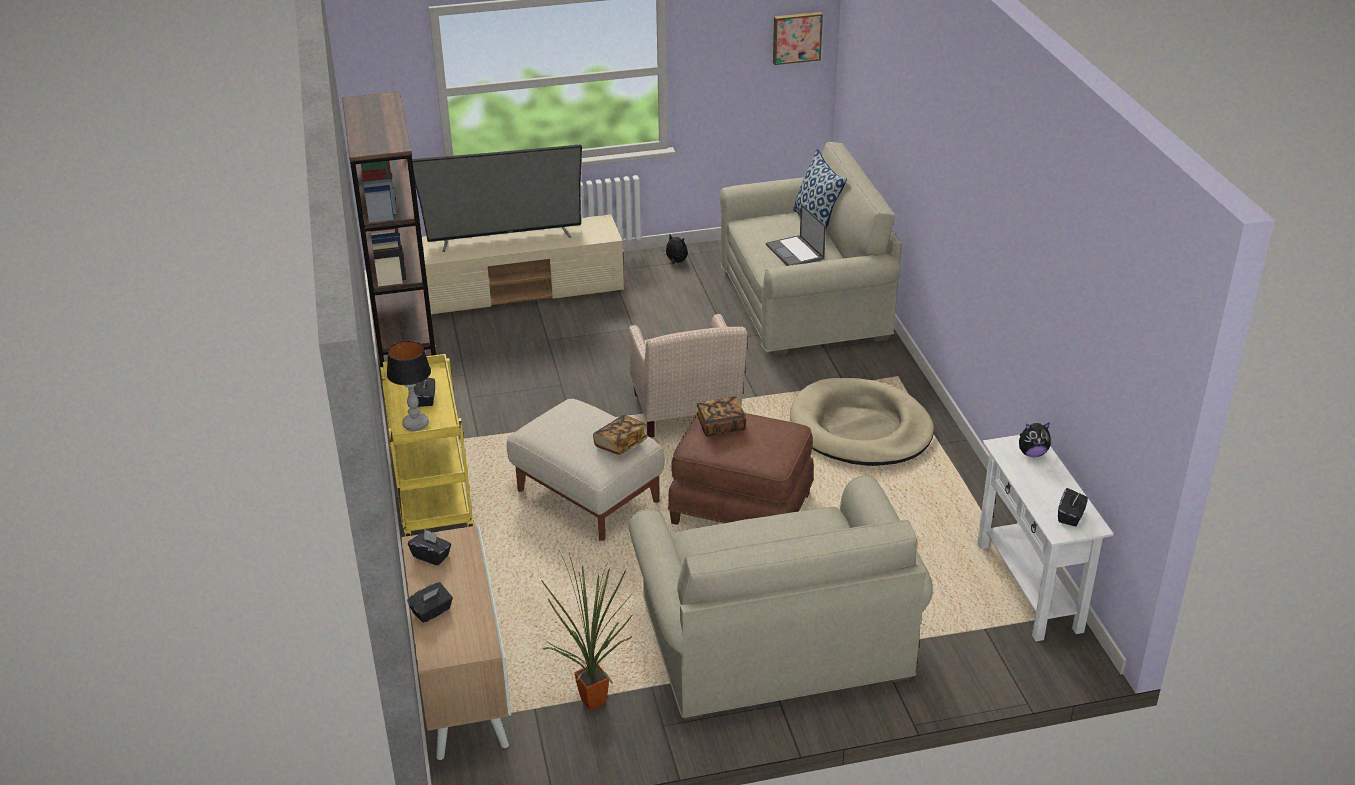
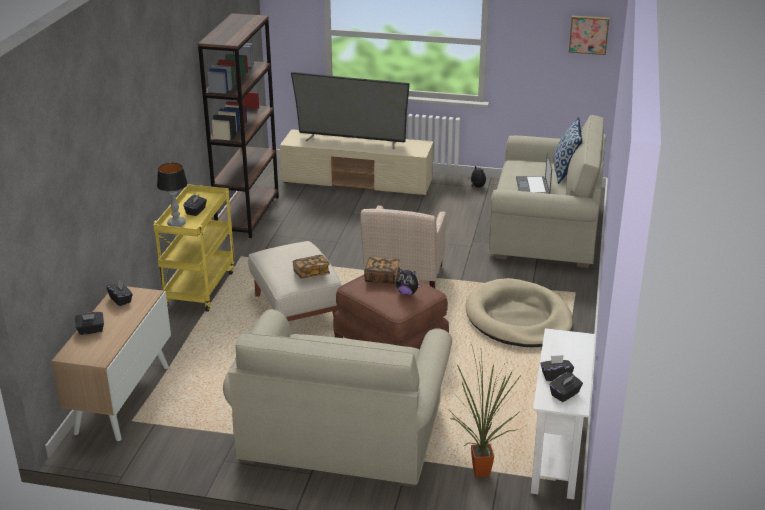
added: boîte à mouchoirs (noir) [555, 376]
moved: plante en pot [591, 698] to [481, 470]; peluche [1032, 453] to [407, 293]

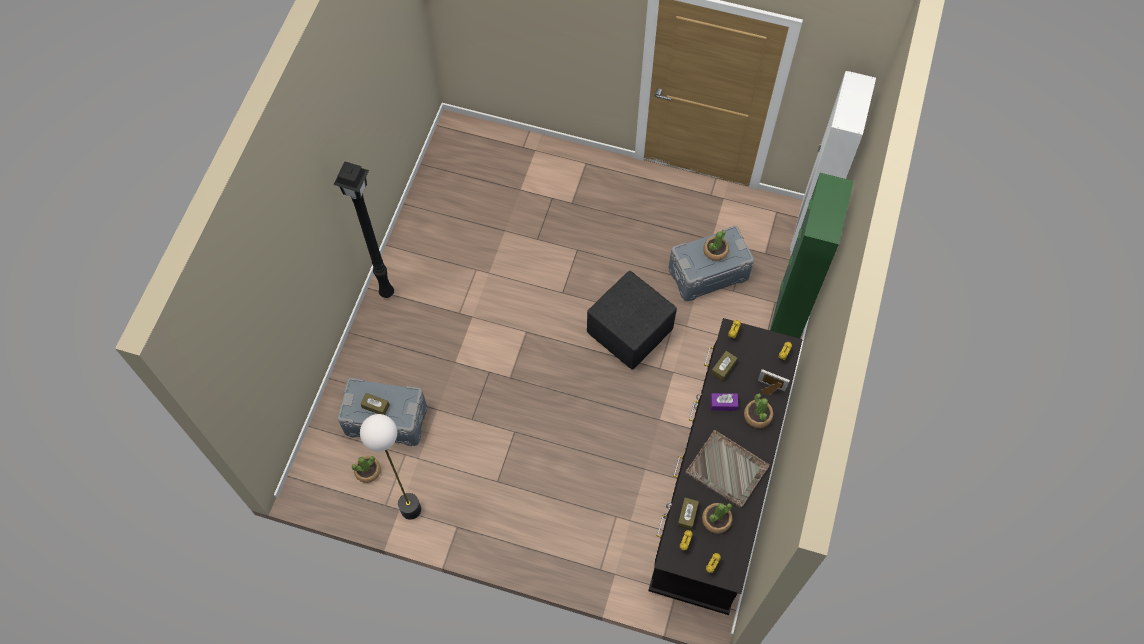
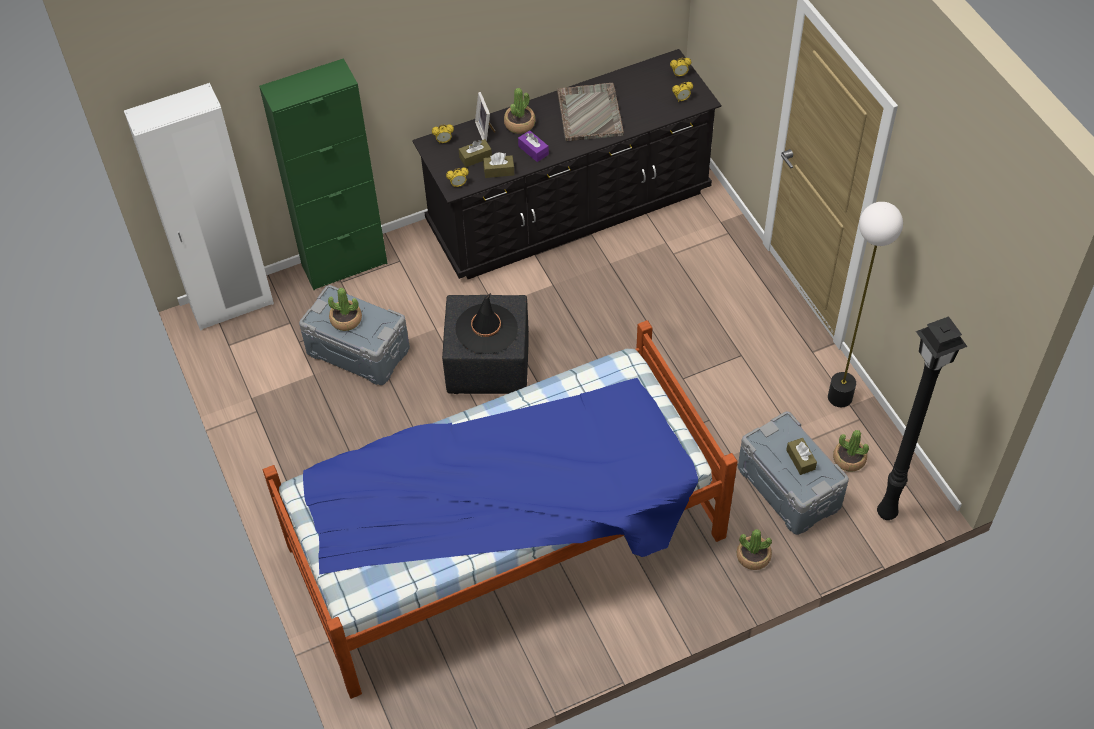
added: lit [507, 543]; chapeau (noir) [486, 329]
moved: lampadaire (noir) [385, 293] to [888, 513]; boîte à mouchoirs (marron) [687, 515] to [475, 157]; plante en pot [716, 520] to [753, 556]

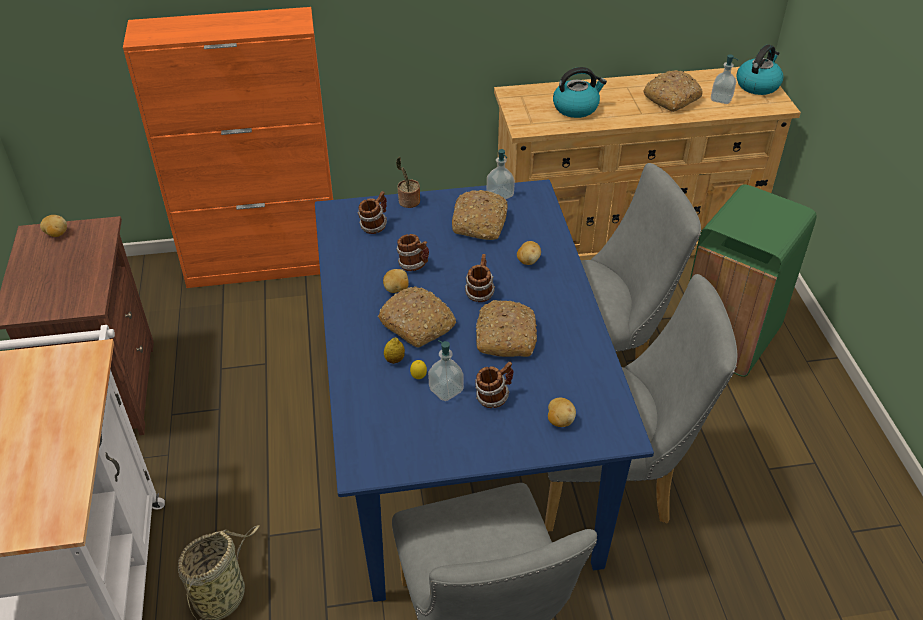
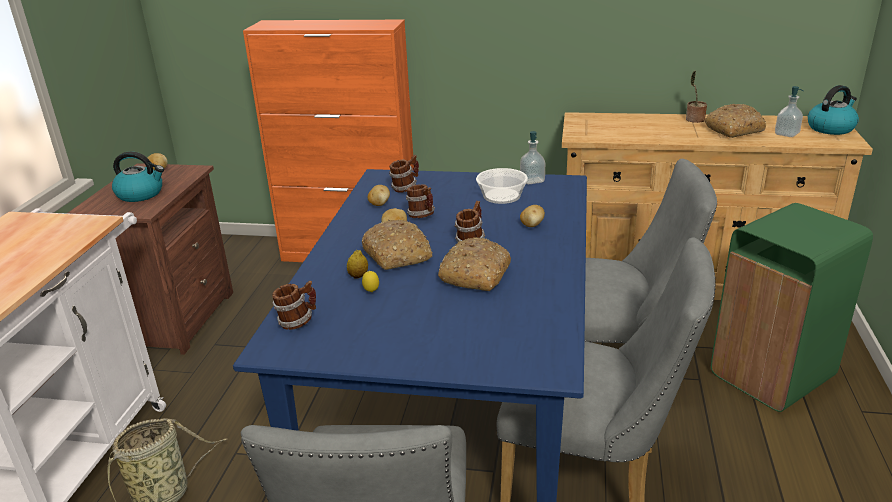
removed: distributeur de savon [446, 390]
moved: plante en pot [408, 202] to [694, 120]; mug [493, 397] to [297, 322]; pomme de terre [559, 420] to [379, 204]; bouilloire [576, 107] to [141, 194]
replaced: pain [480, 223] to bol [502, 196]

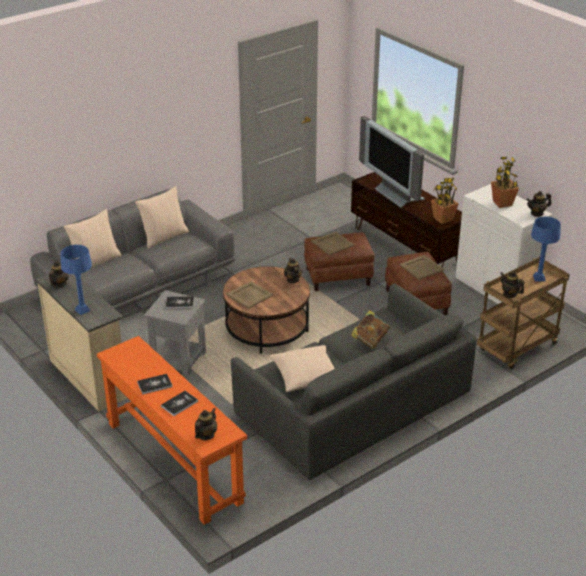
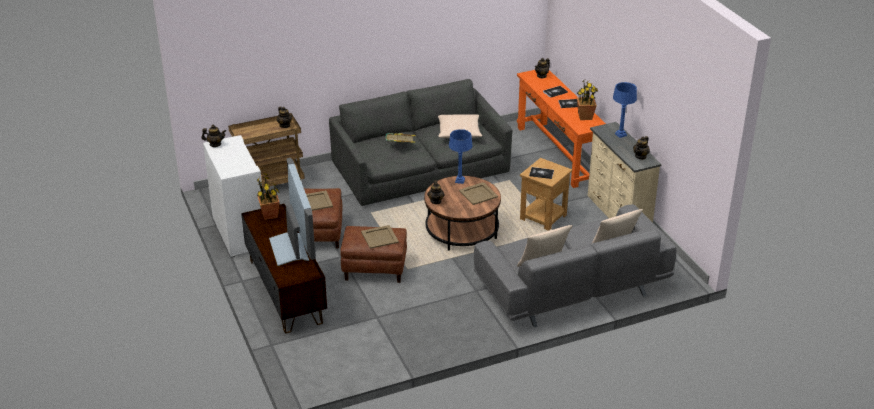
moved: plante en pot [502, 203] to [585, 116]; lampe de table (bleu) [538, 278] to [460, 181]
recoloured: table d'appoint (gris) [179, 359] to table d'appoint (marron) [543, 217]

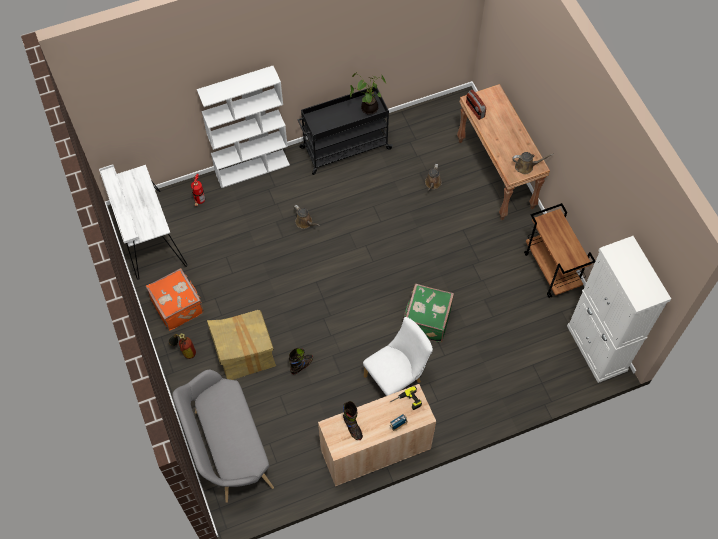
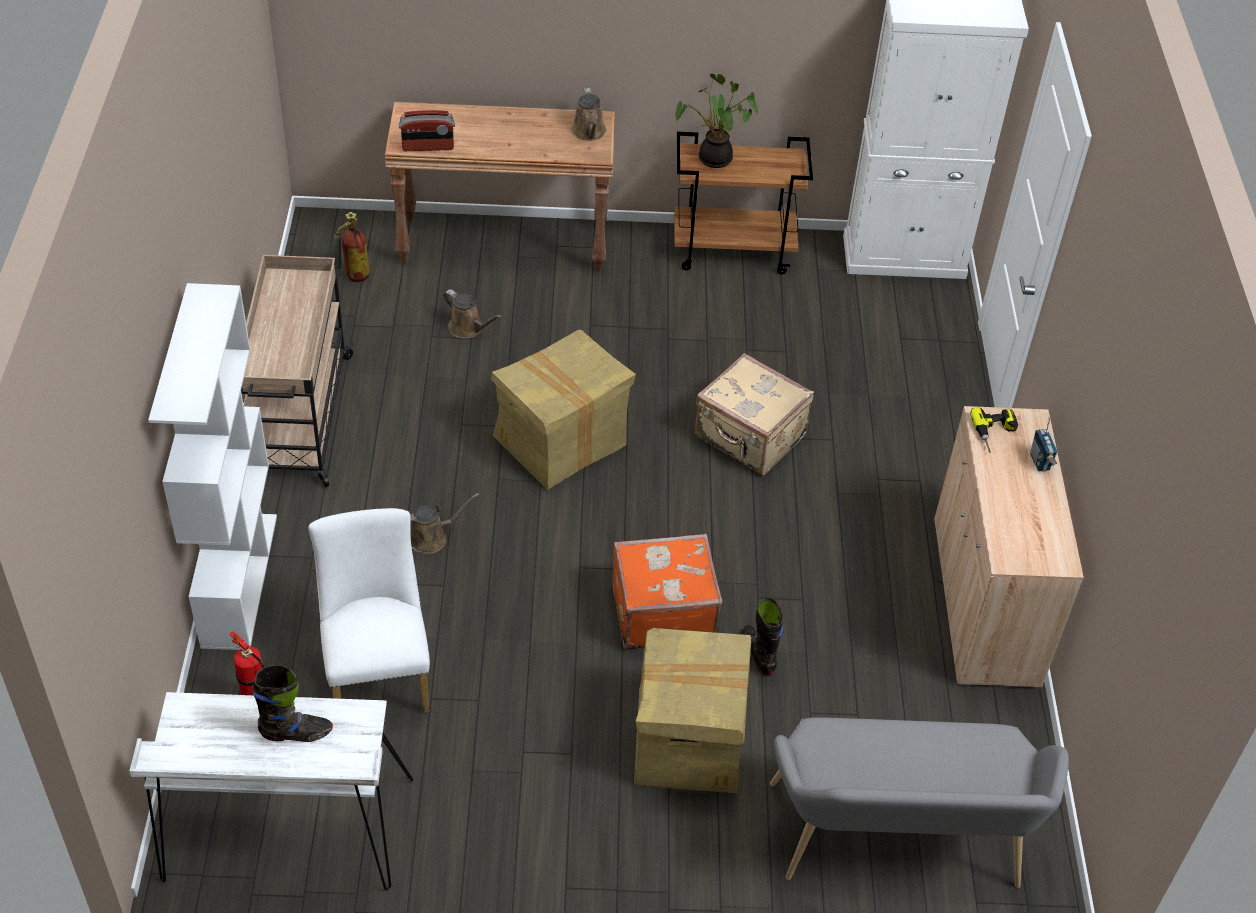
added: carton [561, 442]
moved: valise (orange) [178, 305] to [661, 611]; extincteur [185, 351] to [350, 280]; botte (noir) [352, 427] to [296, 733]; plante en pot [368, 107] to [712, 160]; chaise (blanc) [396, 378] to [377, 672]
recoloured: chariot (noir) [344, 148] to chariot (beige) [299, 420]; valise (vert) [426, 320] to valise (beige) [749, 438]
turned: arrosoir (marron) [526, 166] = [589, 132] 150 degrees clockwise

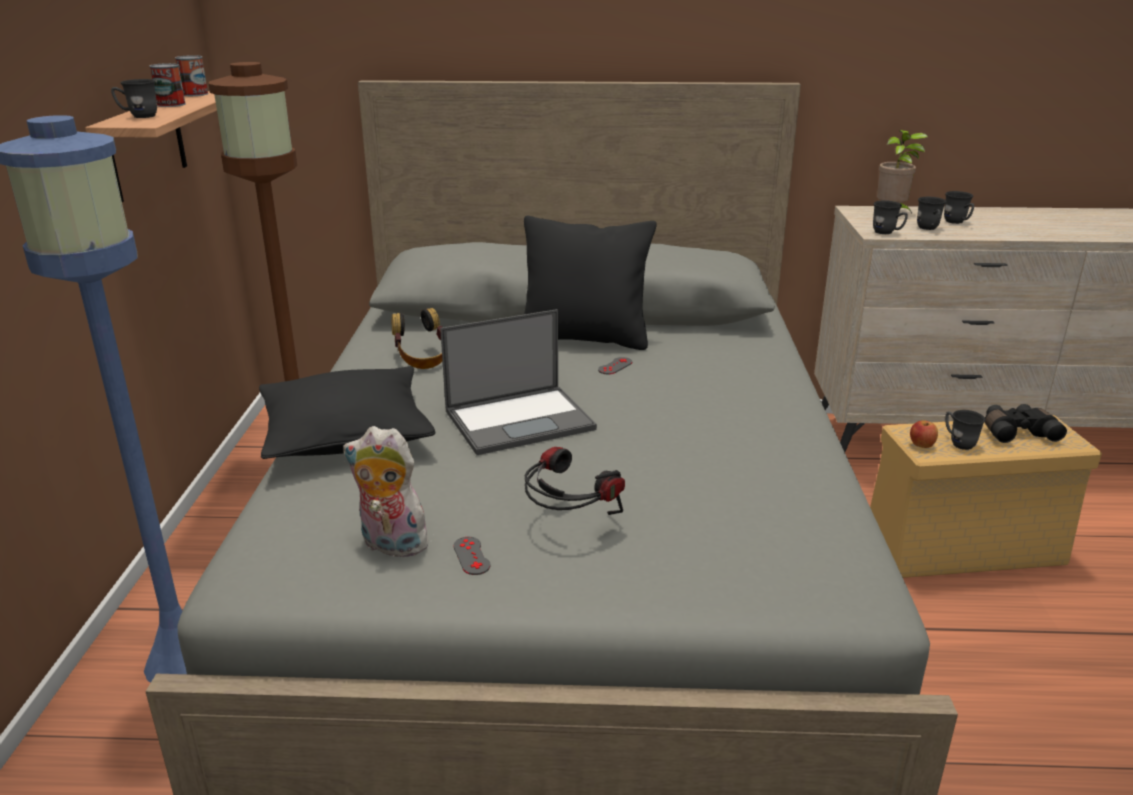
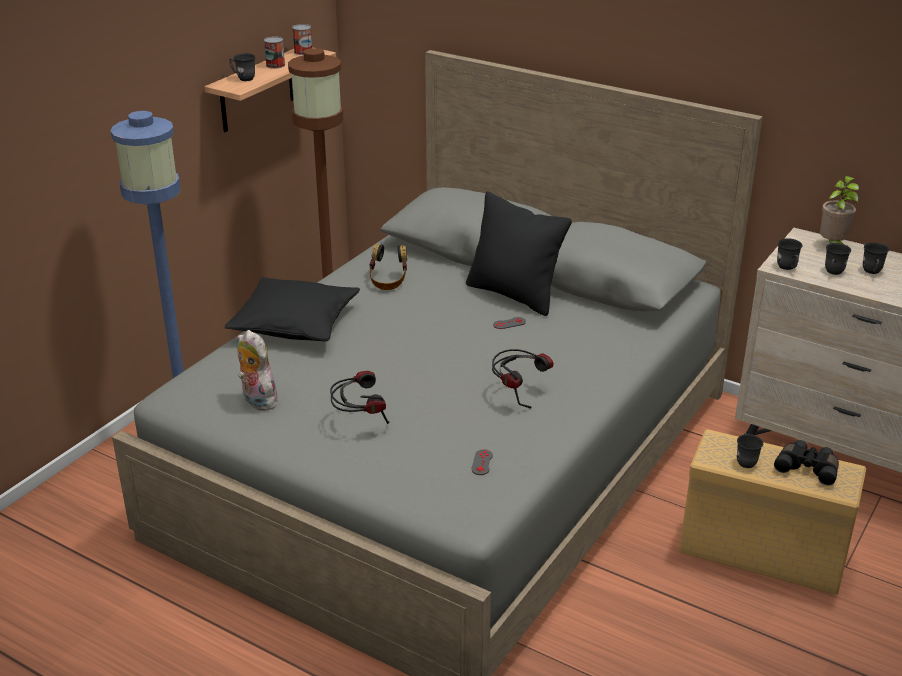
removed: ordinateur portable [521, 419]; pomme [921, 445]
added: casque audio [518, 393]
moved: manette (gris) [471, 556] to [482, 462]

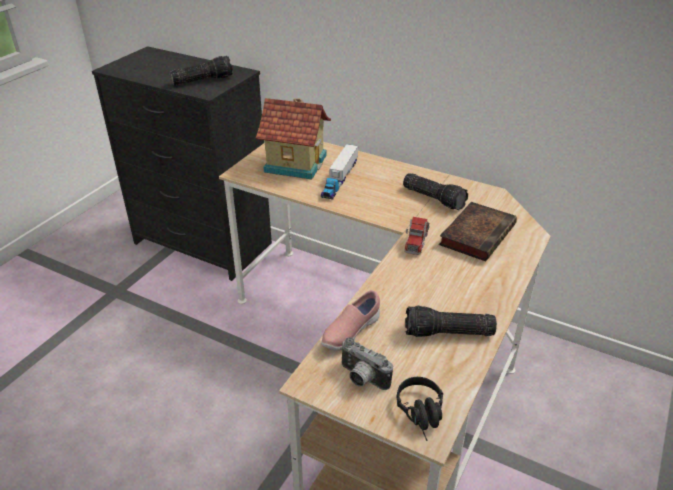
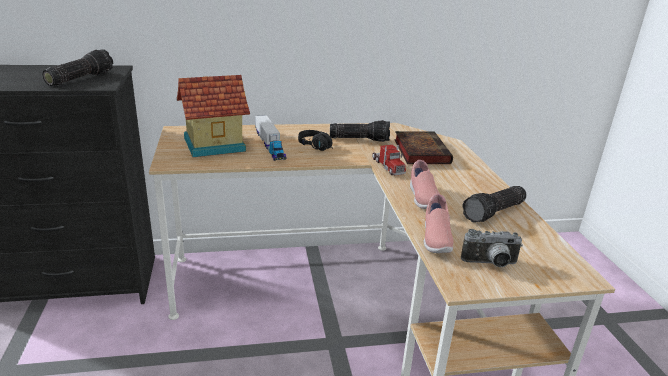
added: chaussure (rose) [422, 198]
moved: casque audio (noir) [423, 416] to [318, 147]

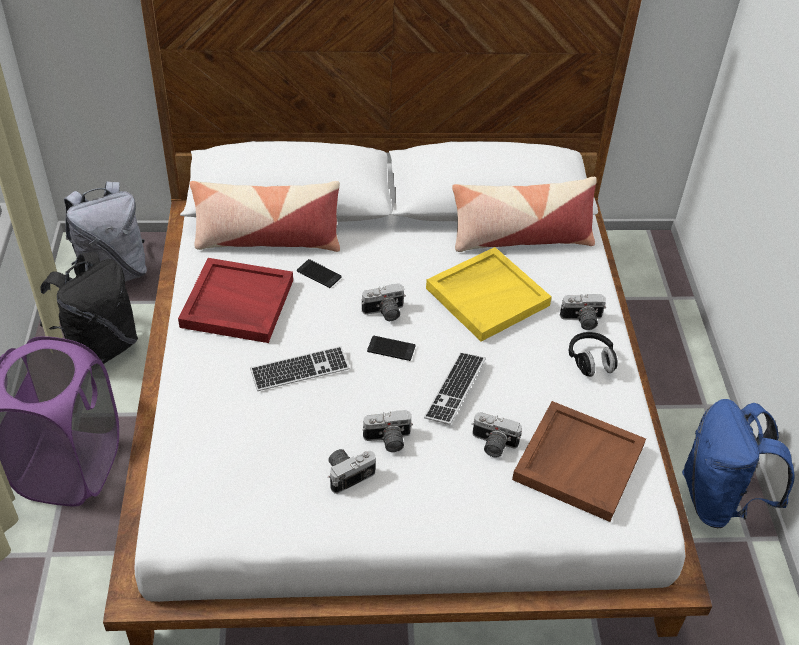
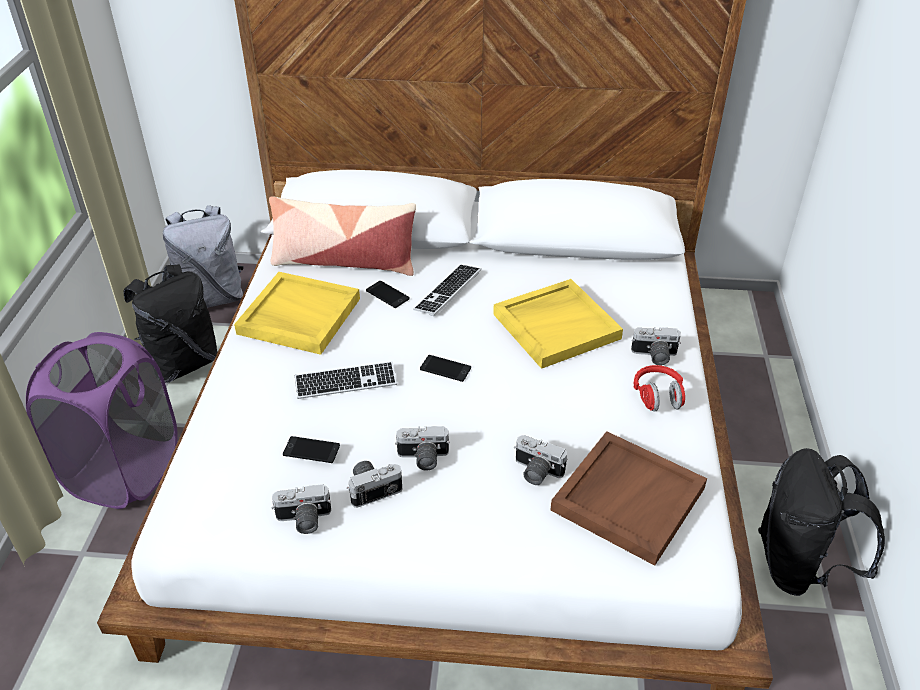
removed: coussin [520, 238]
added: téléphone [311, 450]
moved: appareil photo [384, 313] to [303, 521]; clavier [455, 389] to [448, 291]
recoloured: plateau (rouge) [236, 304] to plateau (jaune) [298, 316]; casque audio (noir) [590, 362] to casque audio (rouge) [657, 397]; sac à dos (bleu) [718, 500] to sac à dos (noir) [799, 566]

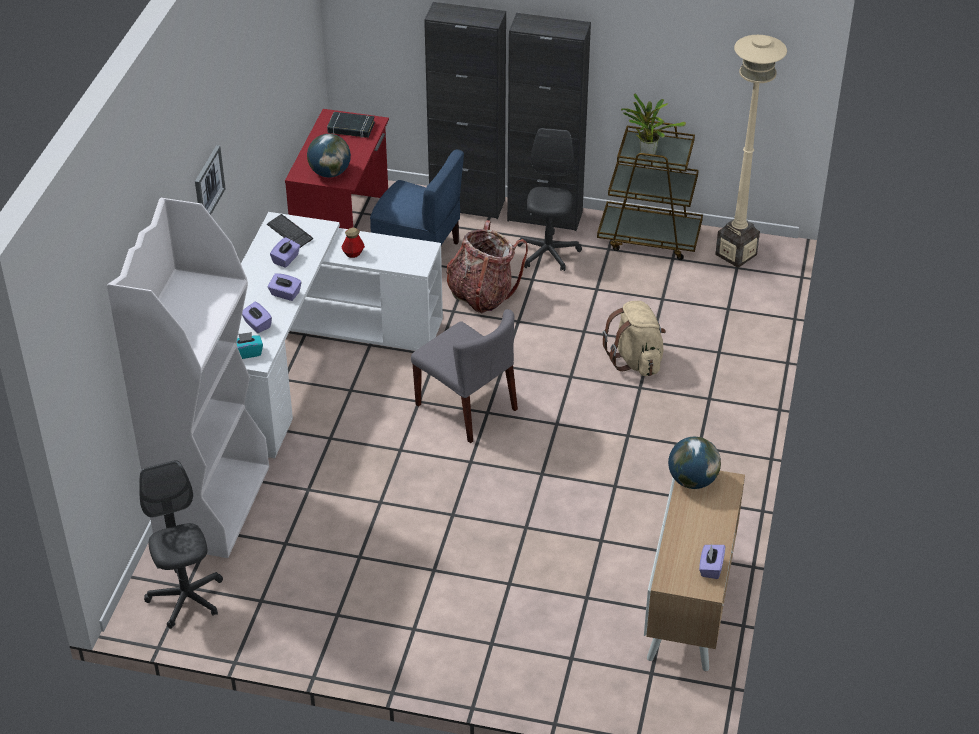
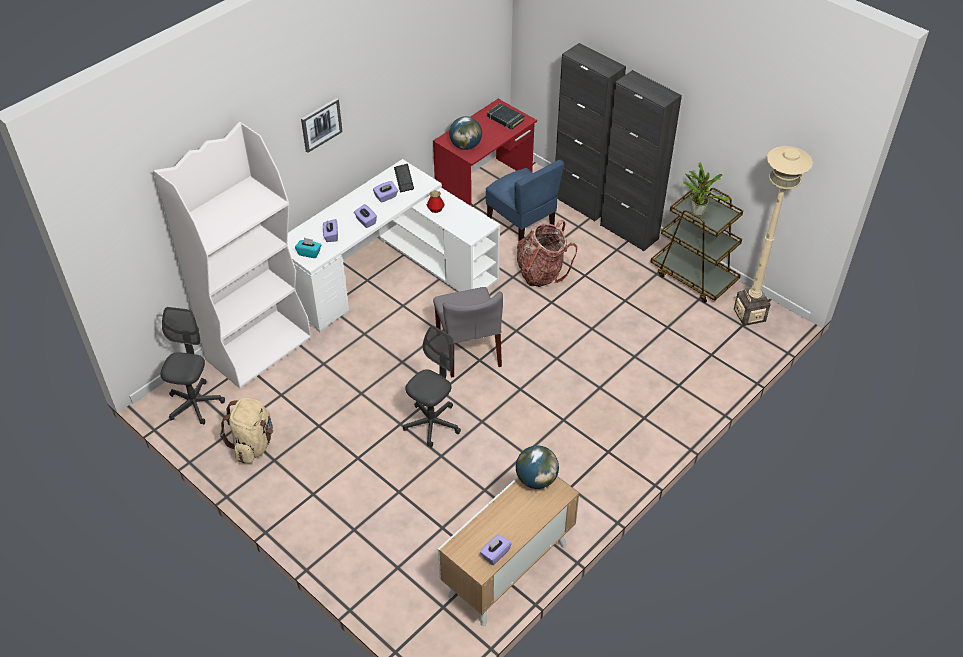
moved: chaise de bureau (gris) [548, 253] to [432, 424]; sac à dos (beige) [636, 360] to [253, 444]

